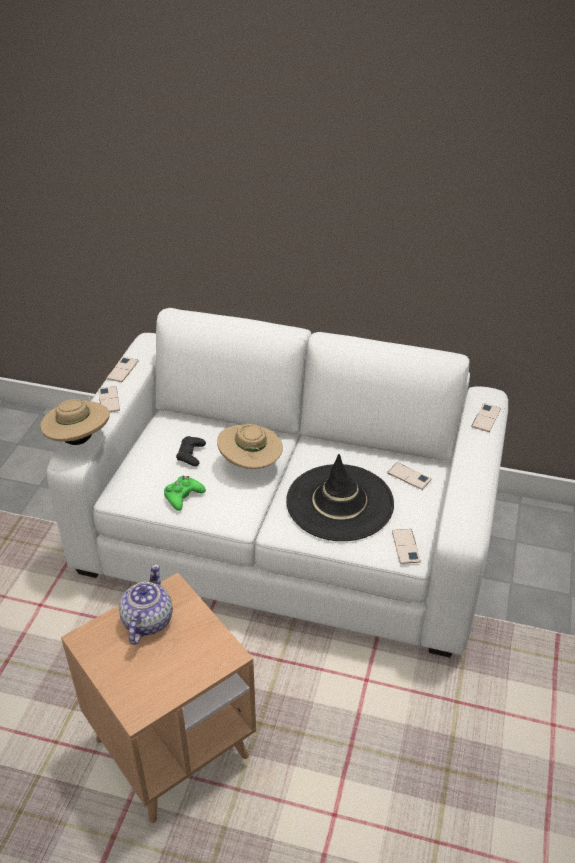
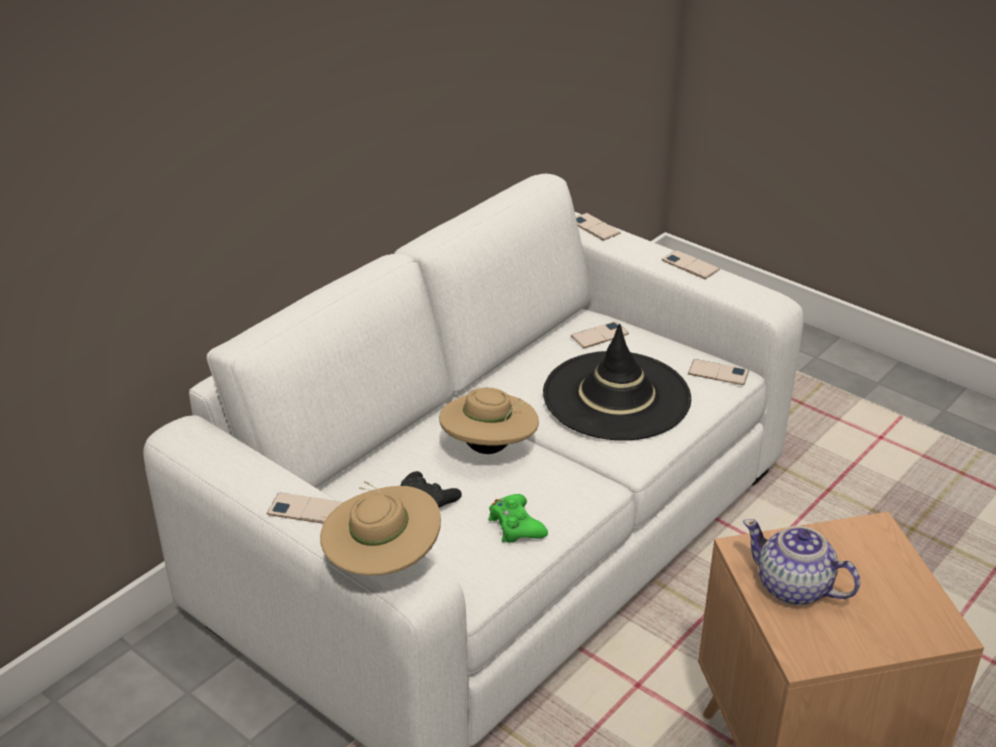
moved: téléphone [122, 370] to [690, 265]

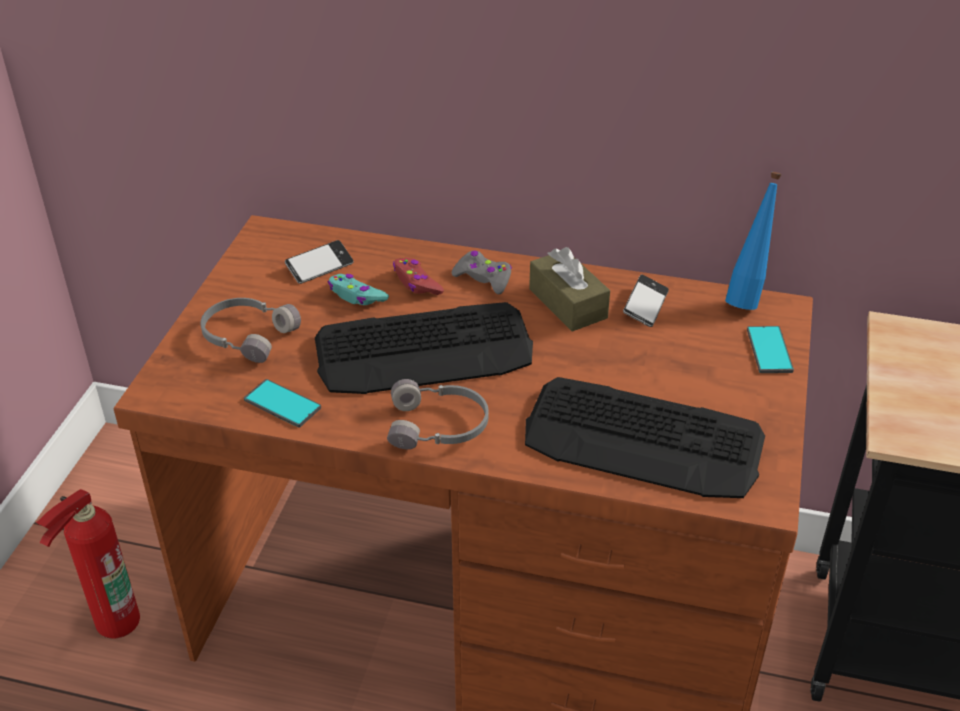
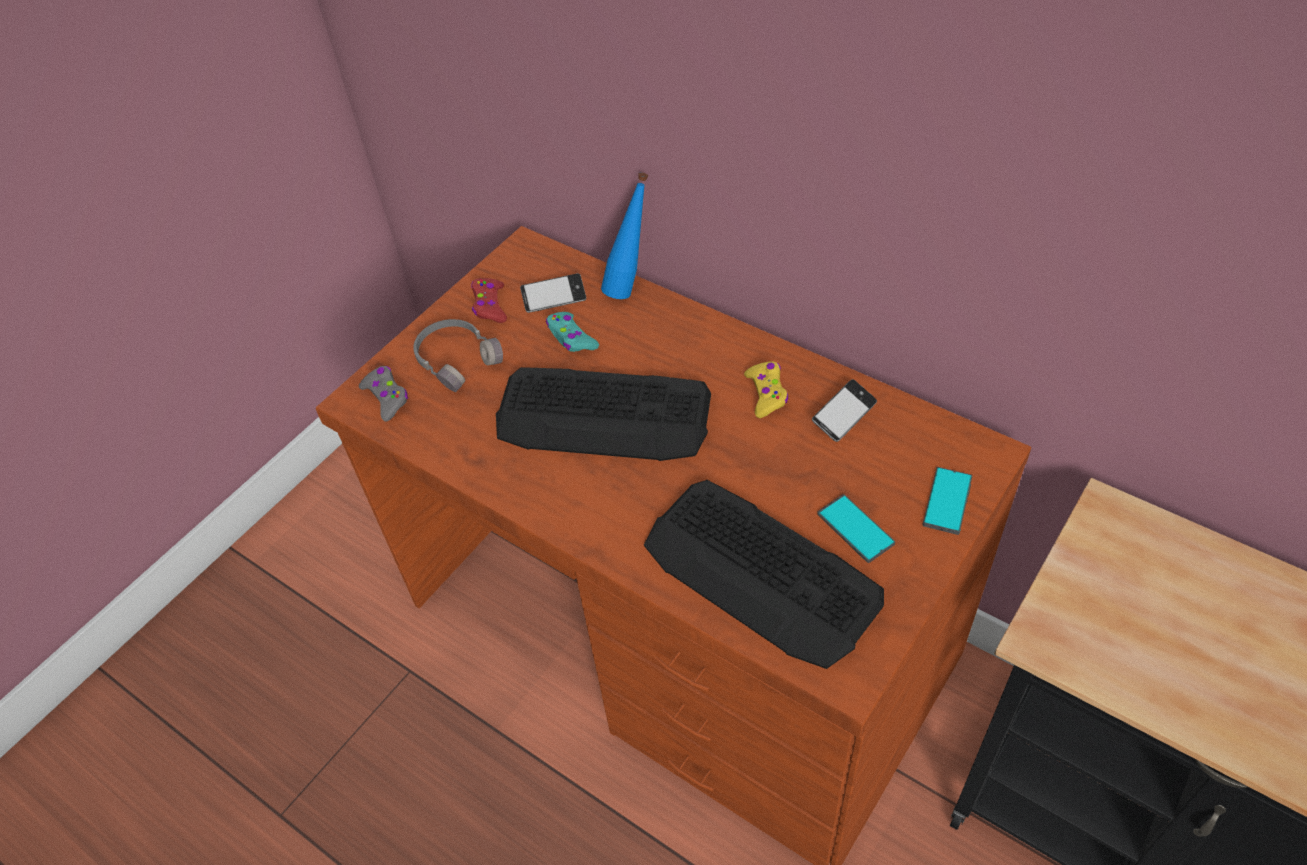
removed: extincteur [112, 622]; casque audio (gris) [438, 426]
moved: téléphone [282, 404] to [855, 529]; manette (rouge) [416, 283] to [490, 305]; manette (gris) [483, 278] to [386, 397]; bouteille (bleu) [746, 298] to [630, 286]
replaced: boîte à mouchoirs (marron) [568, 303] to manette (jaune) [766, 393]

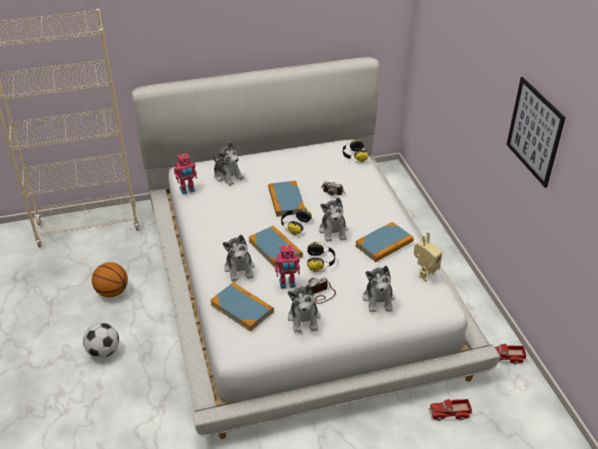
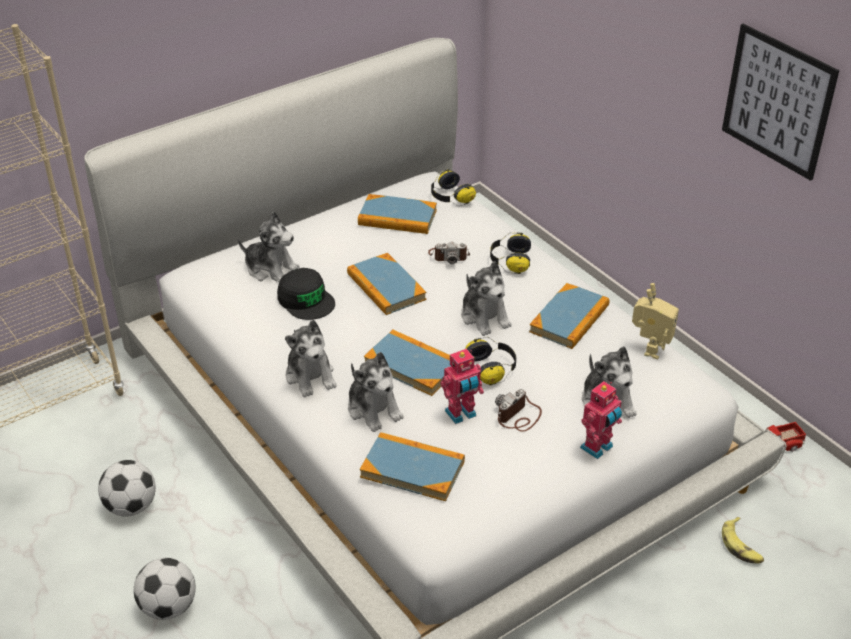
added: casquette (noir) [306, 300]; livre [397, 217]
moved: robot jouet [187, 190] to [598, 448]; casque audio [294, 225] to [509, 261]; peluche [304, 318] to [310, 376]
replaced: ballon de basket [112, 292] to ballon de foot [131, 507]; camion jouet [449, 413] to banane [741, 546]

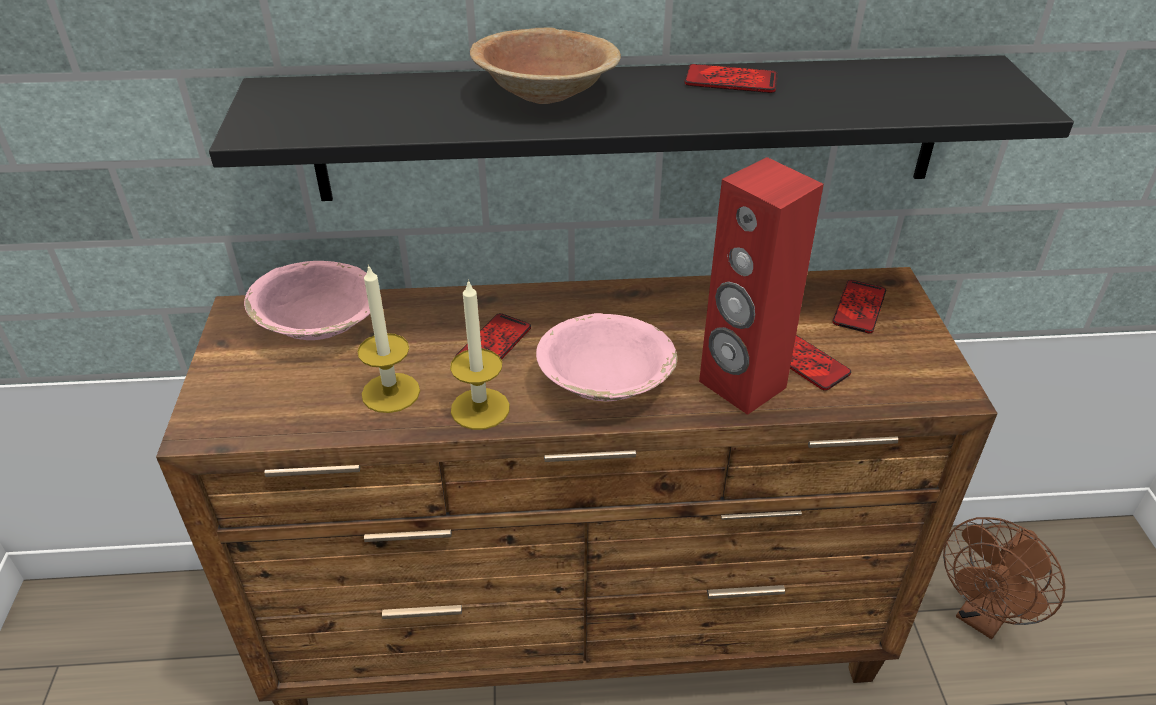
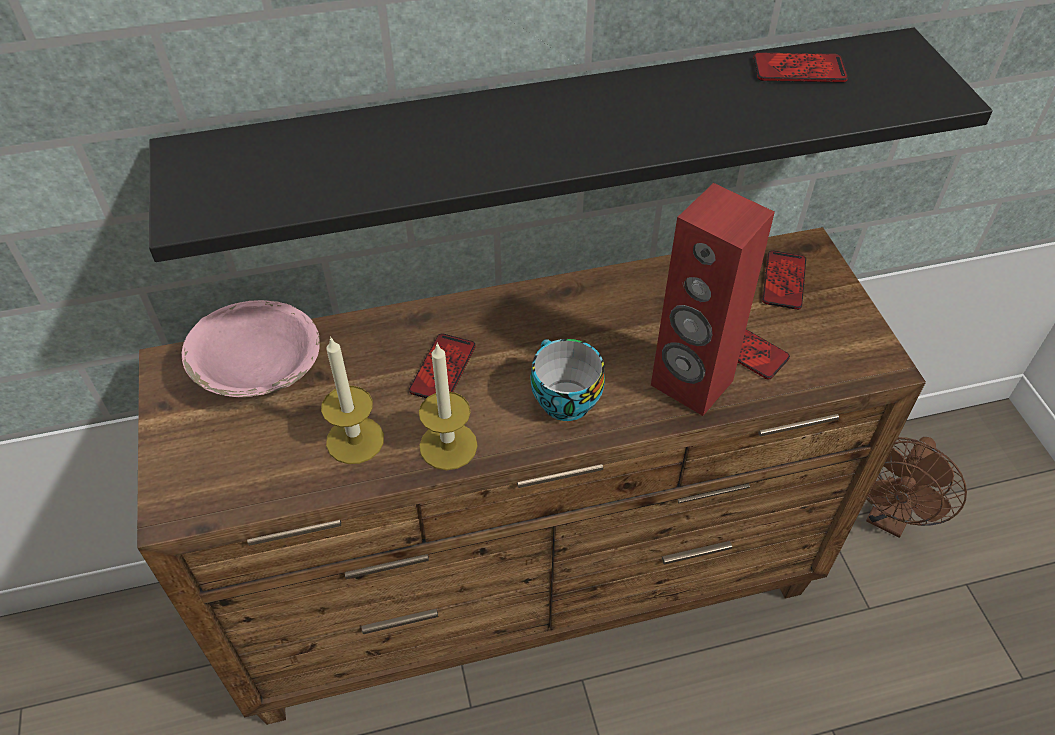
removed: bol (marron) [546, 93]
moved: téléphone [731, 81] to [799, 70]
replaced: bol (rose) [605, 383] to tasse [562, 399]

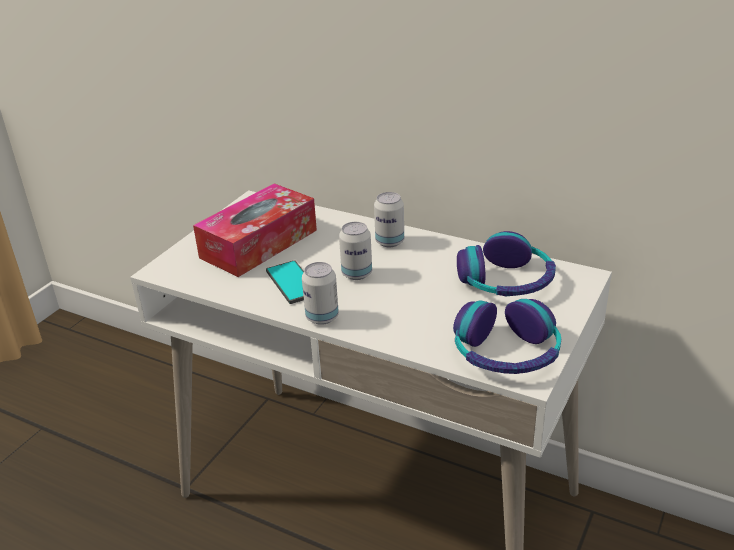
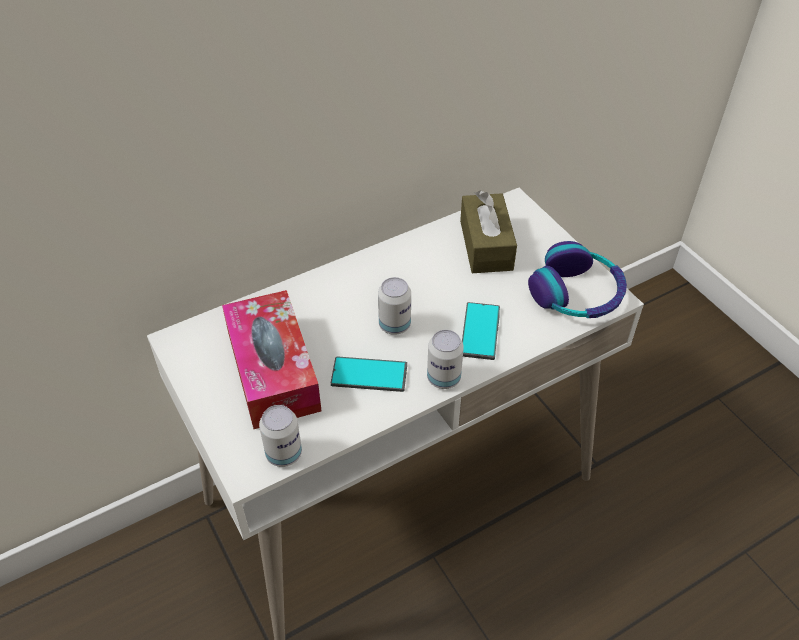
added: téléphone [480, 331]
moved: boîte métallique [389, 242] to [284, 454]
replaced: casque audio [506, 281] to boîte à mouchoirs (marron) [486, 245]

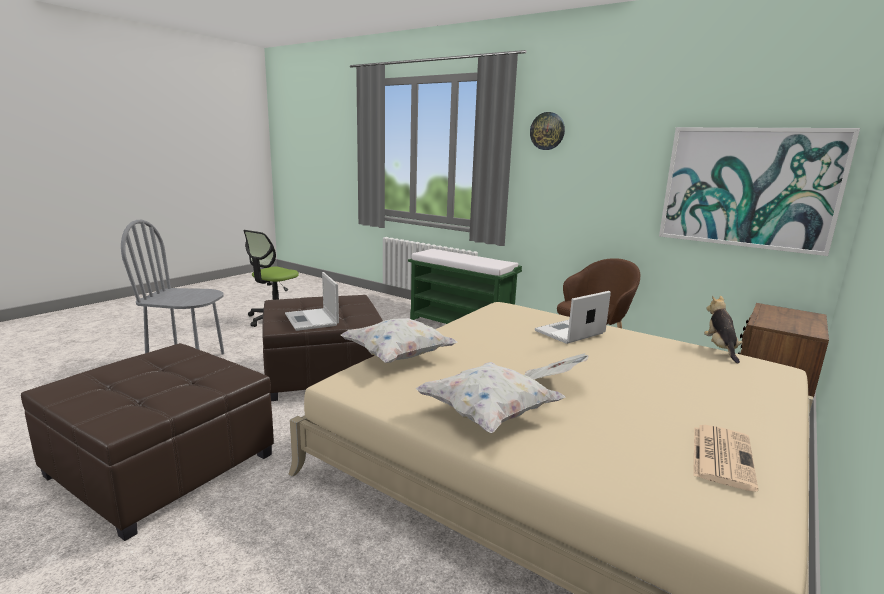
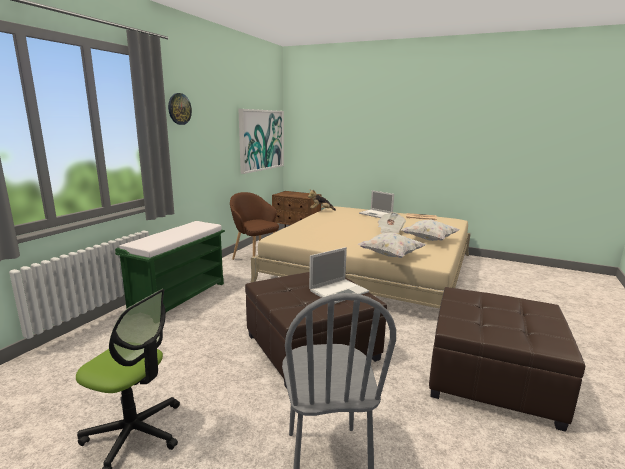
moved: ordinateur portable [569, 332] to [376, 214]

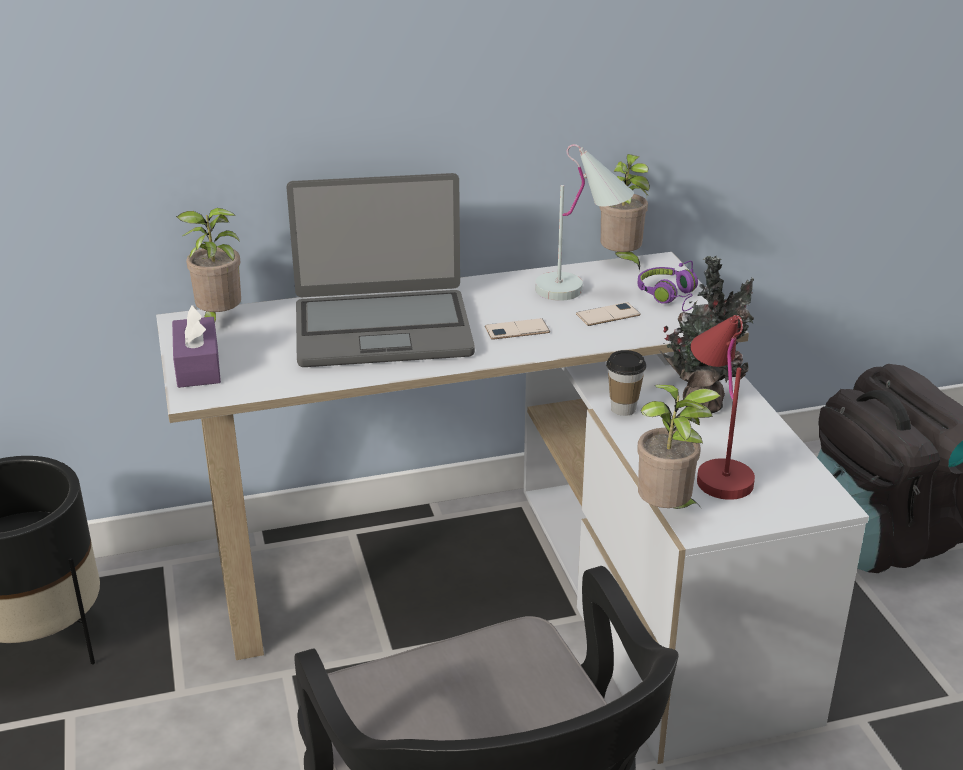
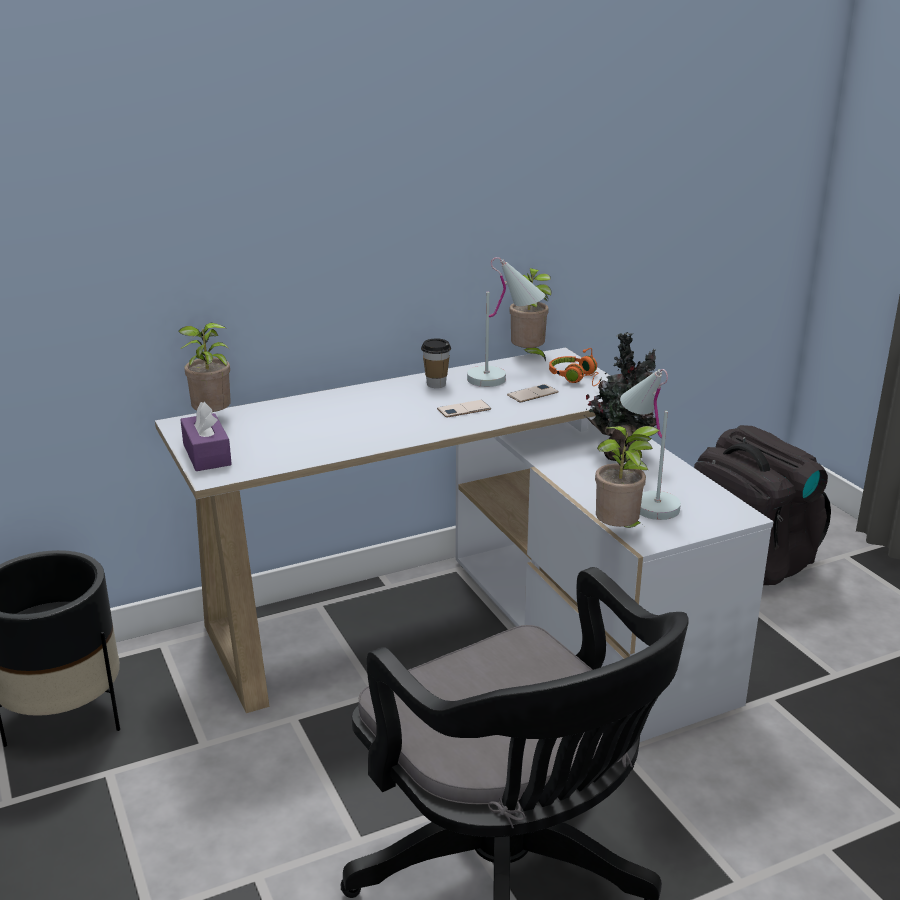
removed: ordinateur portable [382, 329]
moved: tasse [623, 409] to [436, 384]
recoloured: casque audio (violet) [671, 297] to casque audio (orange) [577, 378]; lampe de table (rouge) [714, 468] to lampe de table (blanc) [645, 499]

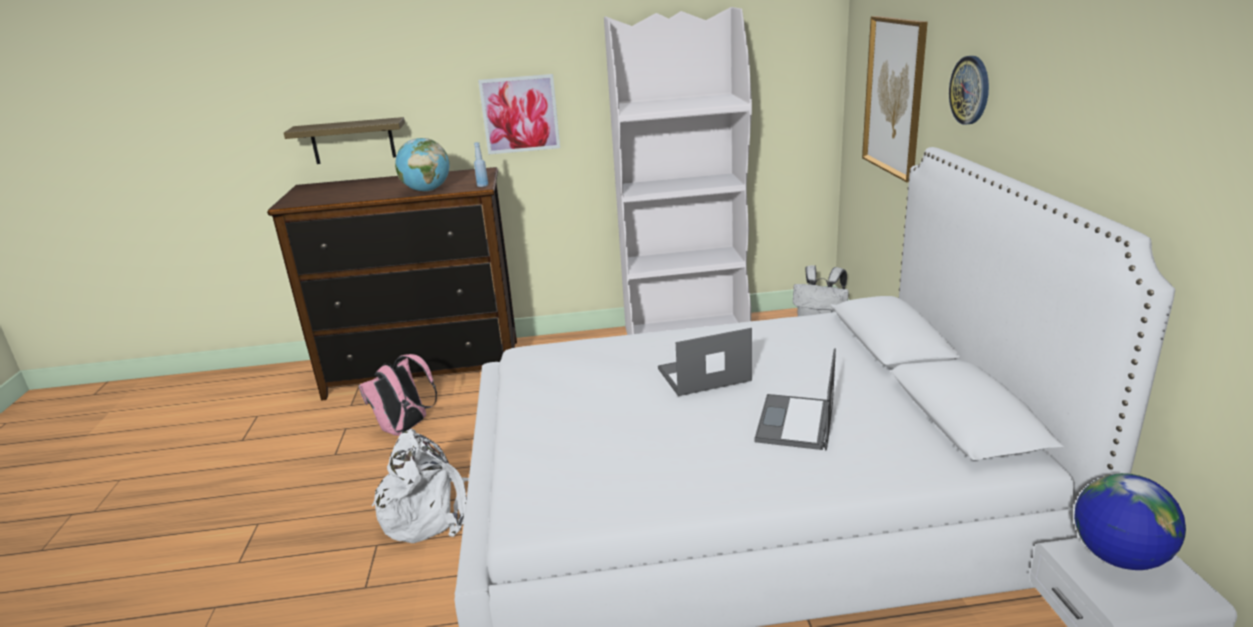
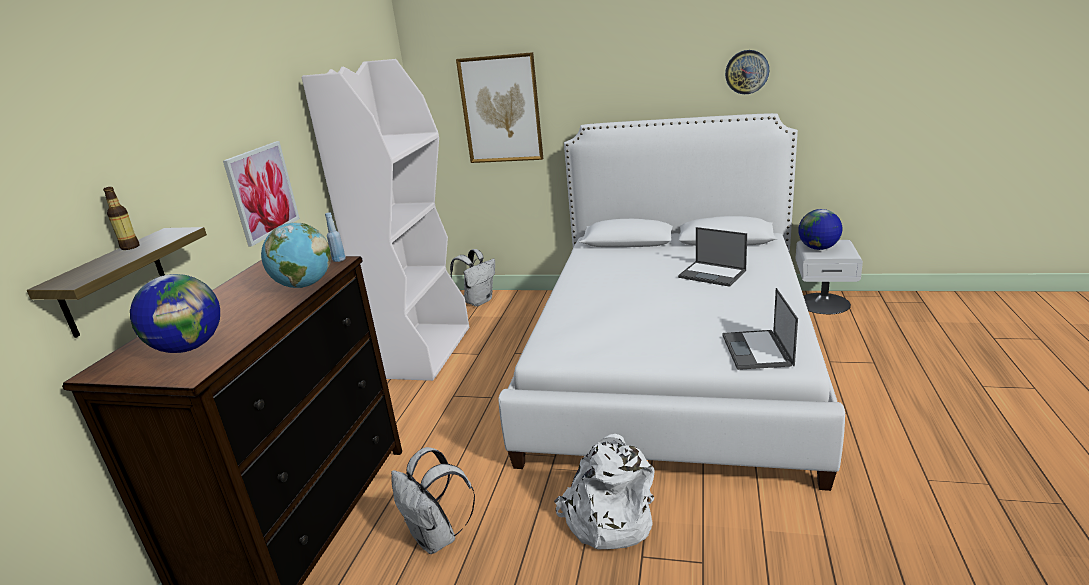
added: bouteille [130, 247]; globe [189, 347]
moved: ordinateur portable [703, 375] to [757, 350]; horloge murale [970, 90] to [747, 72]
recoloured: sac à dos (rose) [405, 429] to sac à dos (blanc) [437, 538]

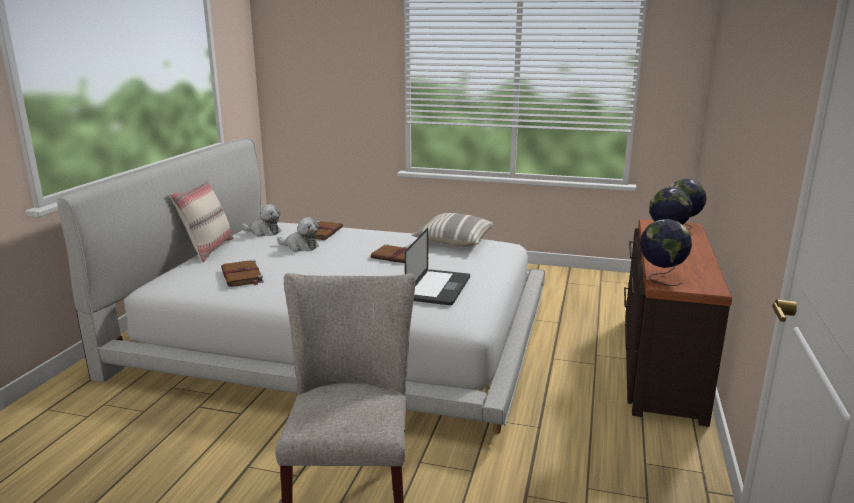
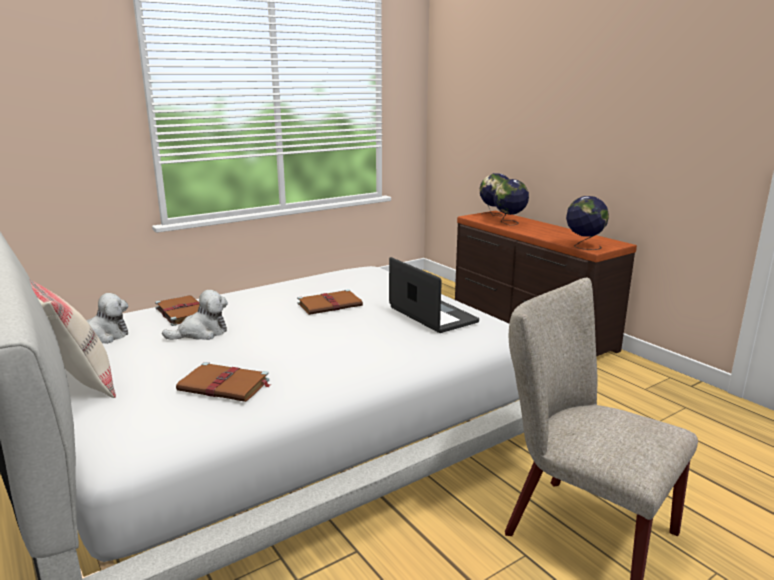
removed: coussin [453, 242]

